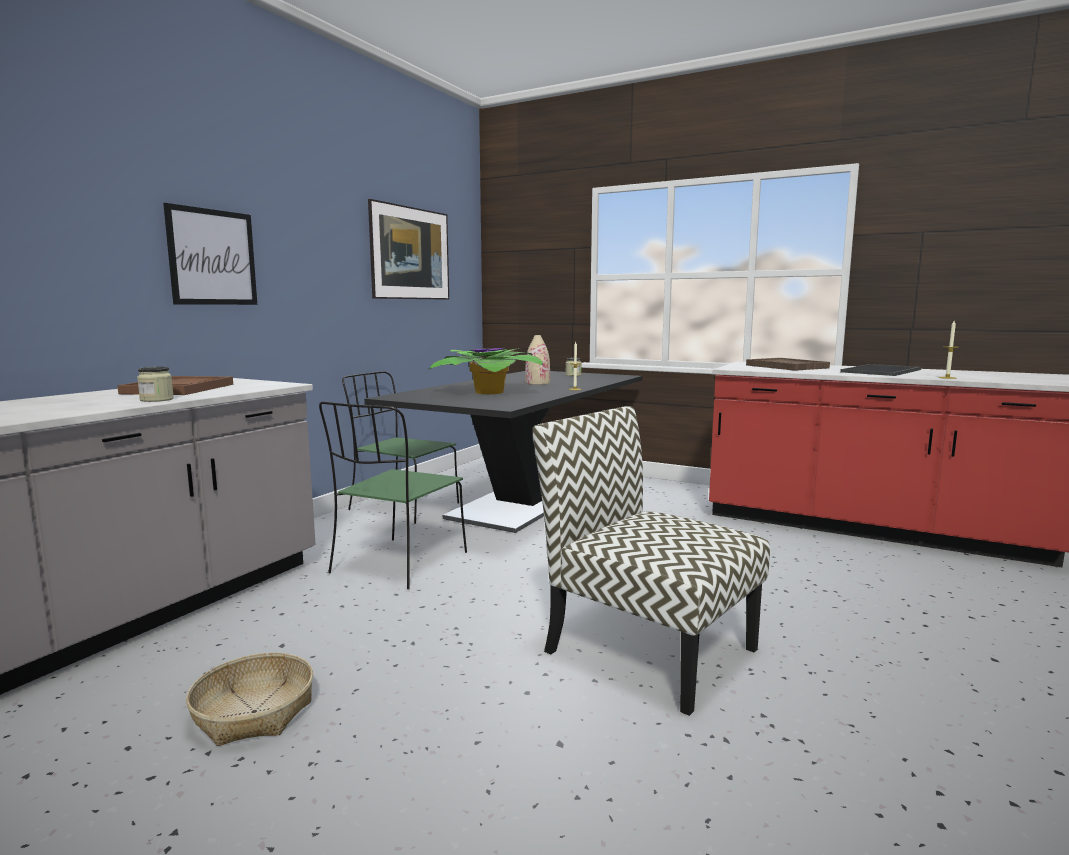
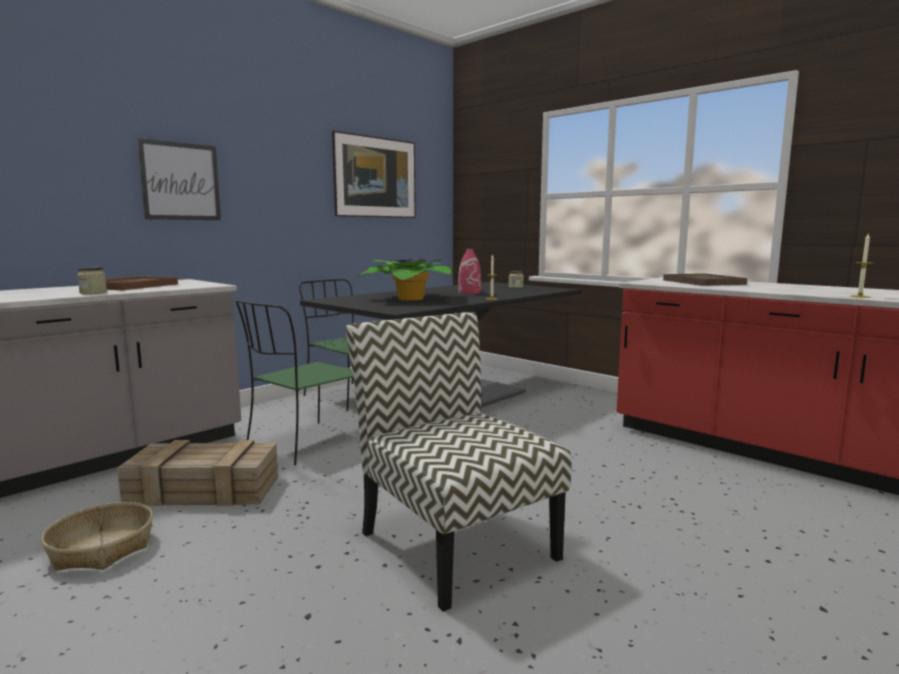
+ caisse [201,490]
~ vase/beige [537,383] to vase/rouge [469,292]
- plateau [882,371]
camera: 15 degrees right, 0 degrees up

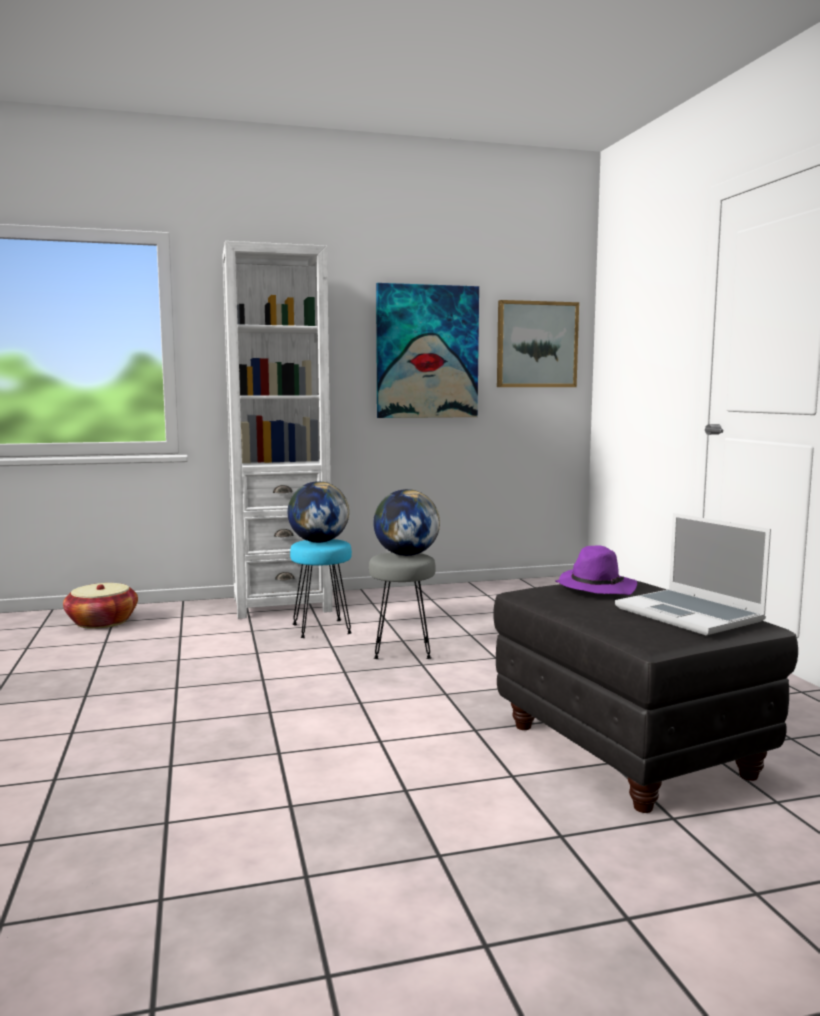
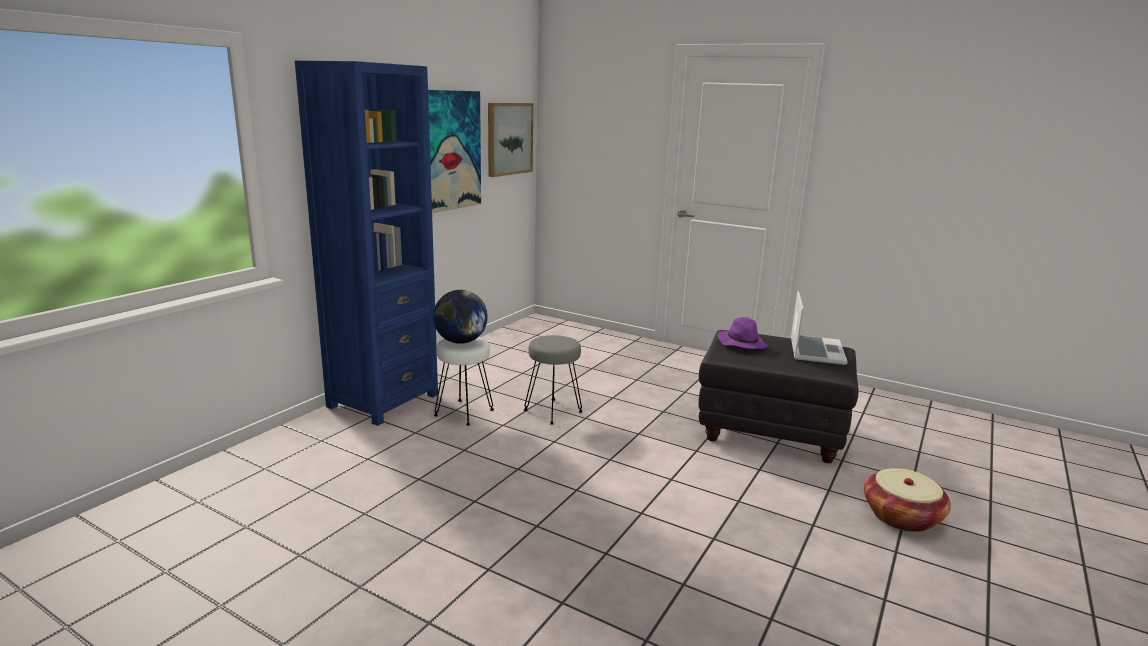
~ bibliothèque/blanc [281,604] to bibliothèque/bleu [383,400]
~ tabouret/turquoise [322,629] to tabouret/blanc [464,412]
~ ordinateur portable [691,615] = [815,351] 90 degrees counterclockwise
~ panier [102,622] to [901,517]
- globe [406,555]
camera: 45 degrees left, 10 degrees up

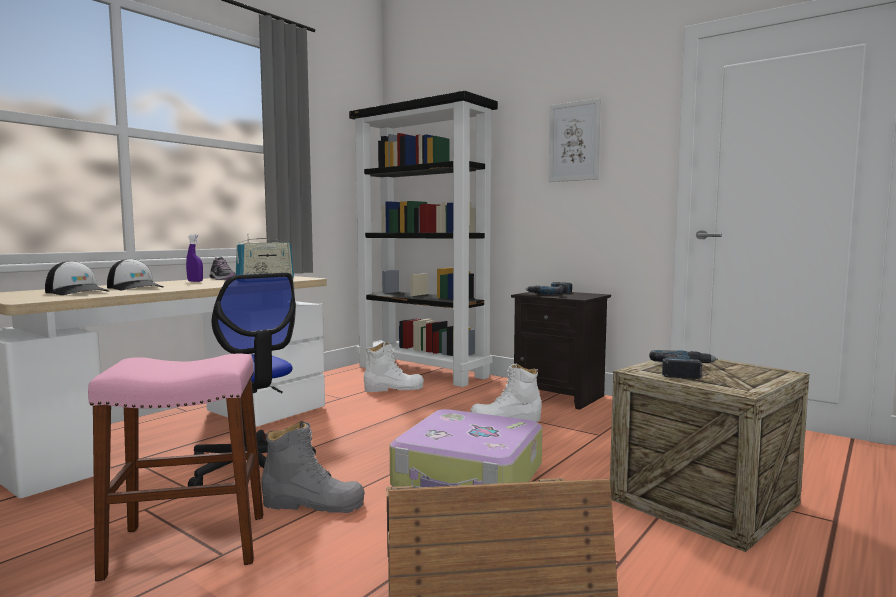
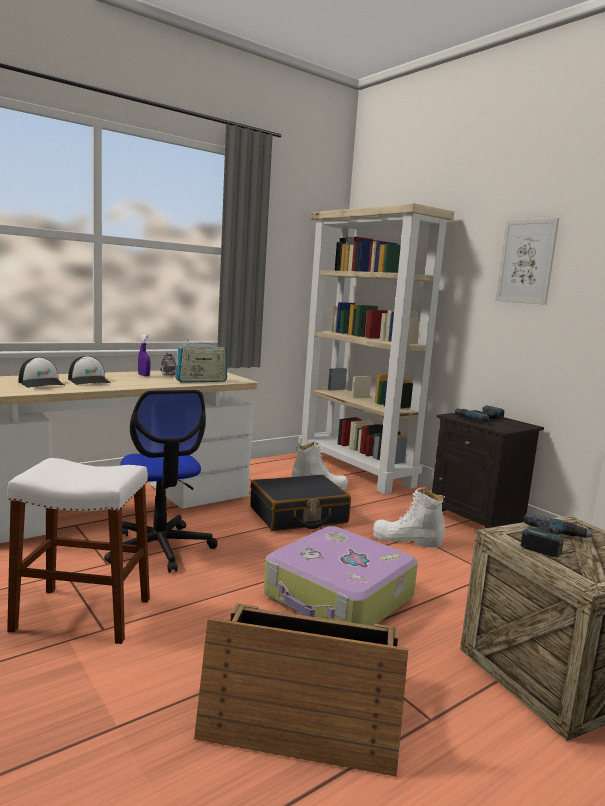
~ tabouret/rose [188,545] to tabouret/blanc [83,614]
+ valise/noir [298,515]
~ bibliothèque/noir [423,372] to bibliothèque/beige [356,471]
- botte/gris [313,504]
camera: 15 degrees right, 5 degrees up

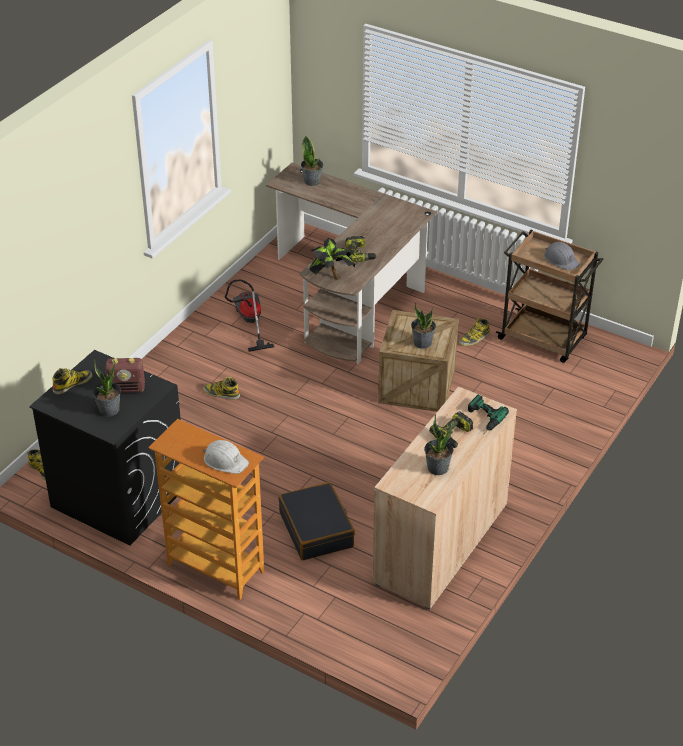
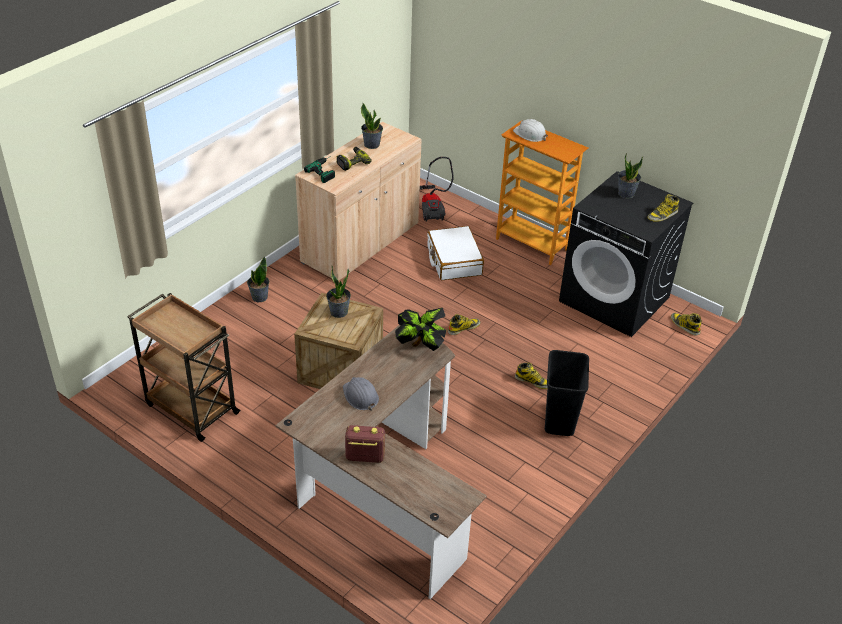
~ plante en pot [312,181] to [259,297]
~ casque de chantier/gris [561,259] to [360,396]
~ radio [127,388] to [364,457]
~ aspirateur [248,322] to [432,207]
~ valise/noir [317,530] to valise/blanc [453,261]
~ botte [474,339] to [463,328]
+ poubelle/noir [560,421]
- perceuse [360,254]
camera: 175 degrees left, 0 degrees up

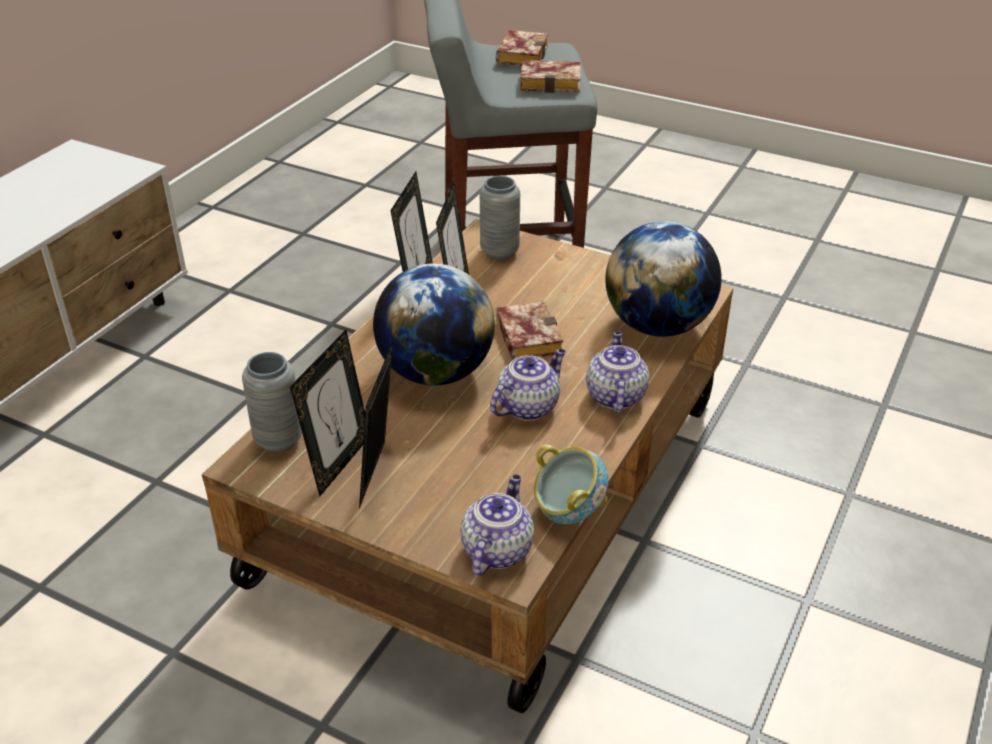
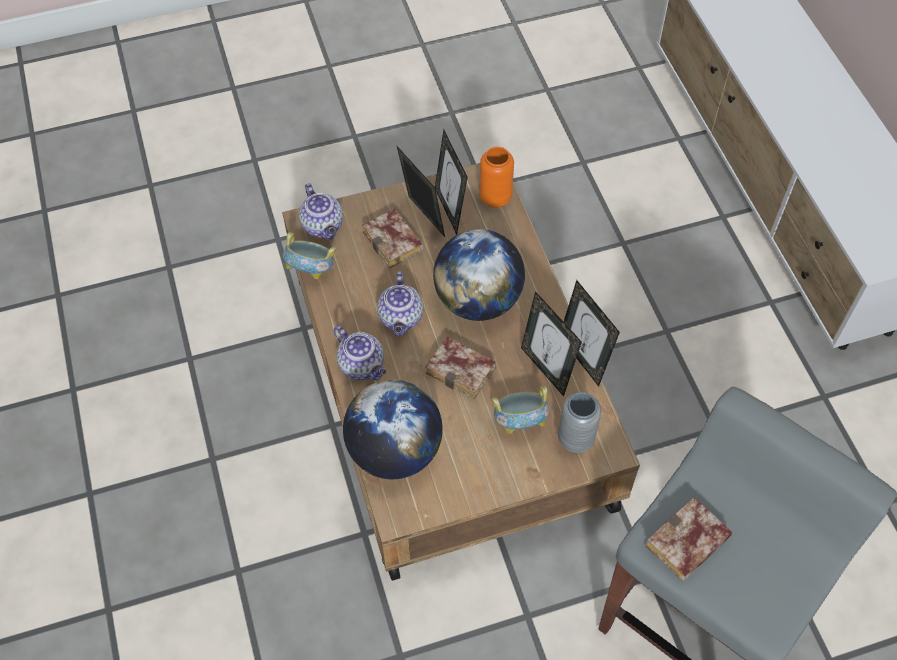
~ livre [520,54] to [395,242]
~ vase/gris [278,440] to vase/orange [495,198]
+ bol [520,421]
camera: 135 degrees right, 20 degrees up

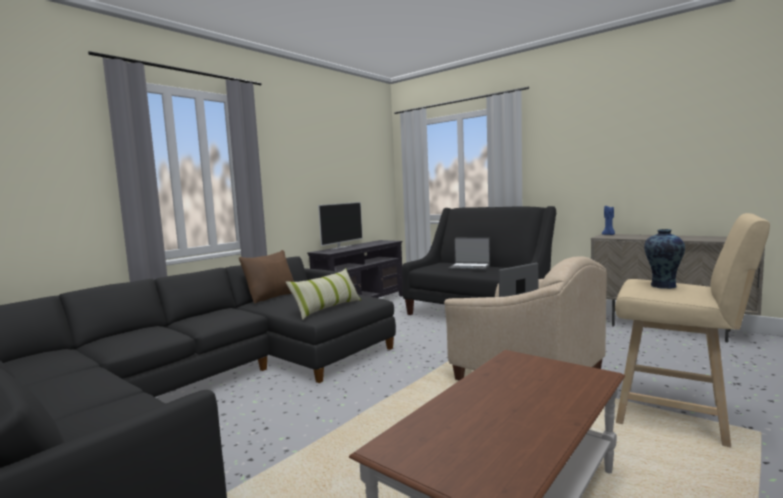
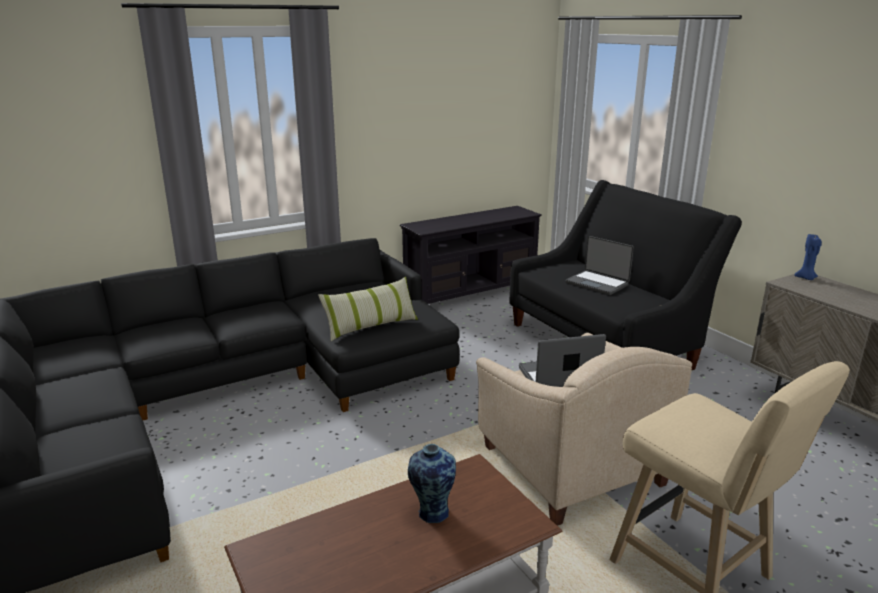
~ vase [662,286] to [432,513]
- coussin/marron [272,297]
- téléviseur [341,247]
camera: 20 degrees right, 15 degrees up

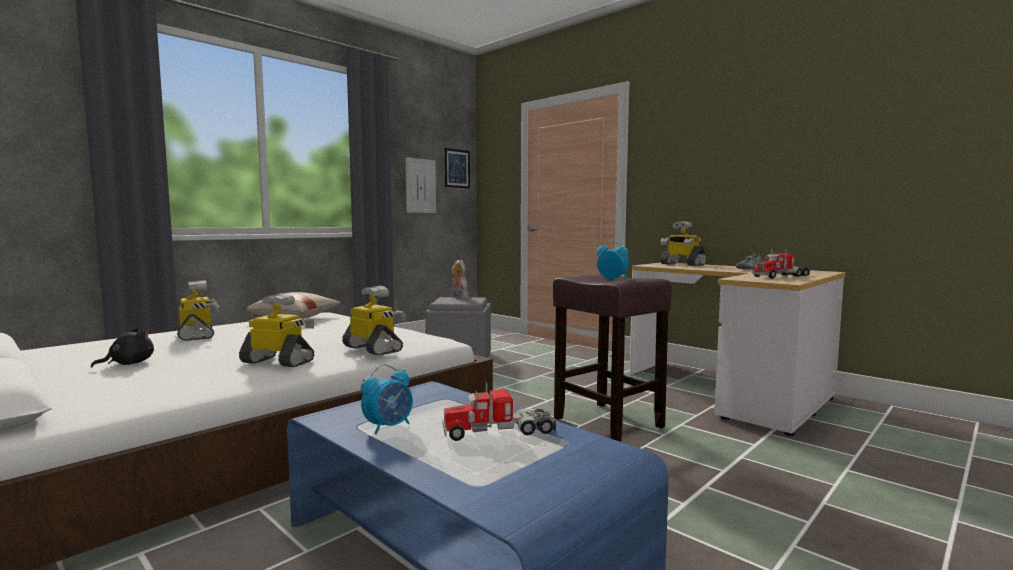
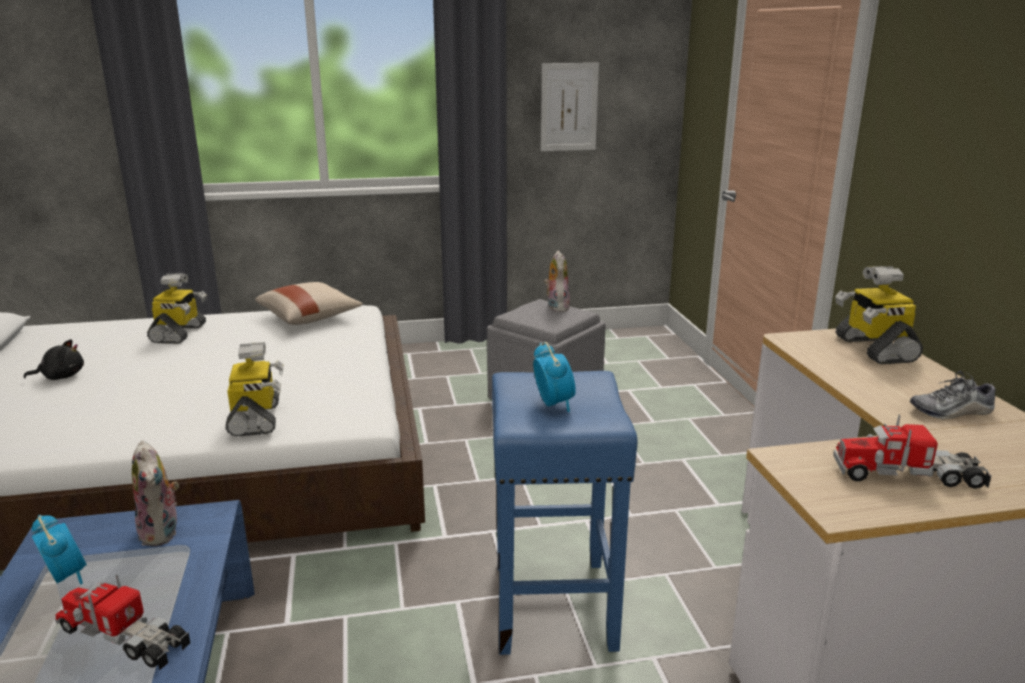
~ réveil [389,427] = [66,576] 120 degrees counterclockwise
+ peluche [162,533]
~ tabouret/marron [606,422] to tabouret/bleu [552,603]
- robot jouet [279,361]
- tableau [457,168]
camera: 35 degrees right, 15 degrees up

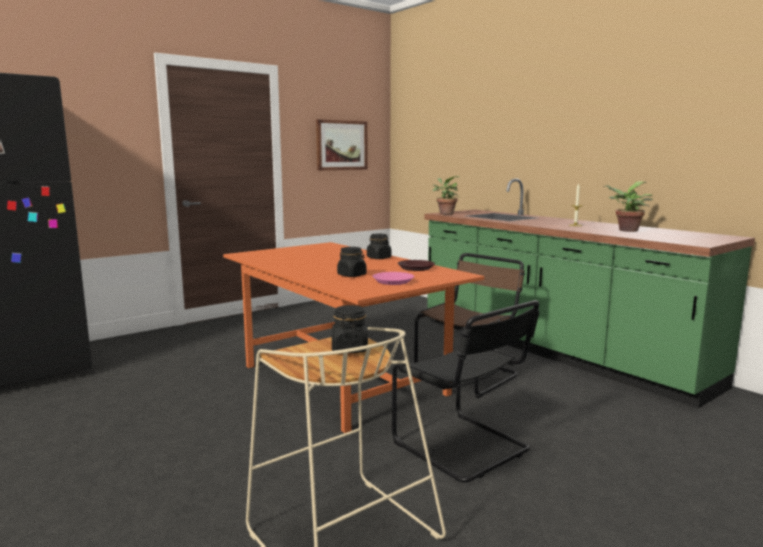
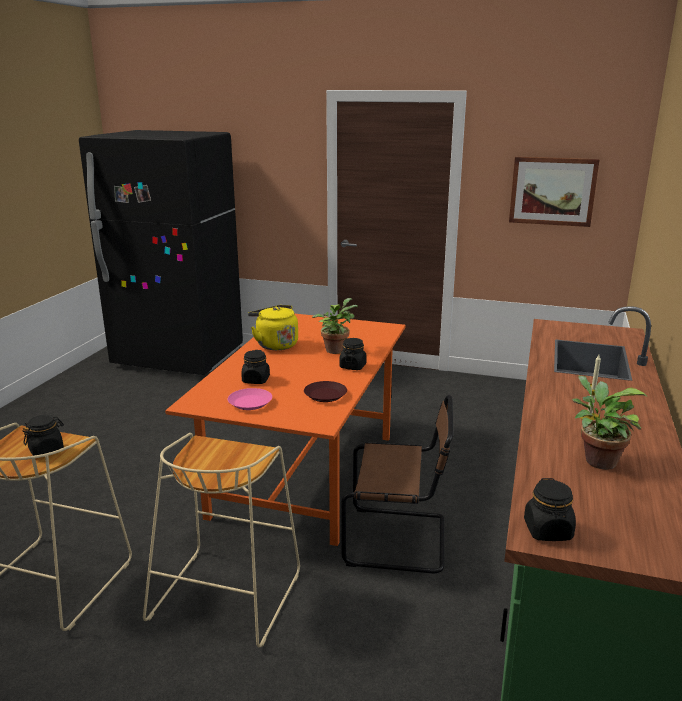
~ chaise/noir [465,448] to tabouret/beige [226,594]
+ bouilloire/jaune [275,344]
~ plante en pot [445,213] to [335,349]
+ bocal/noir [548,530]
camera: 55 degrees right, 10 degrees up

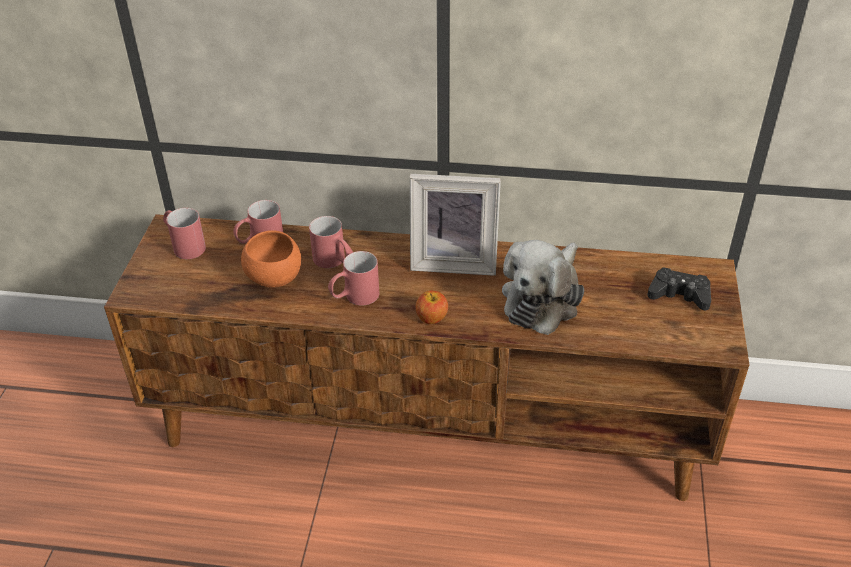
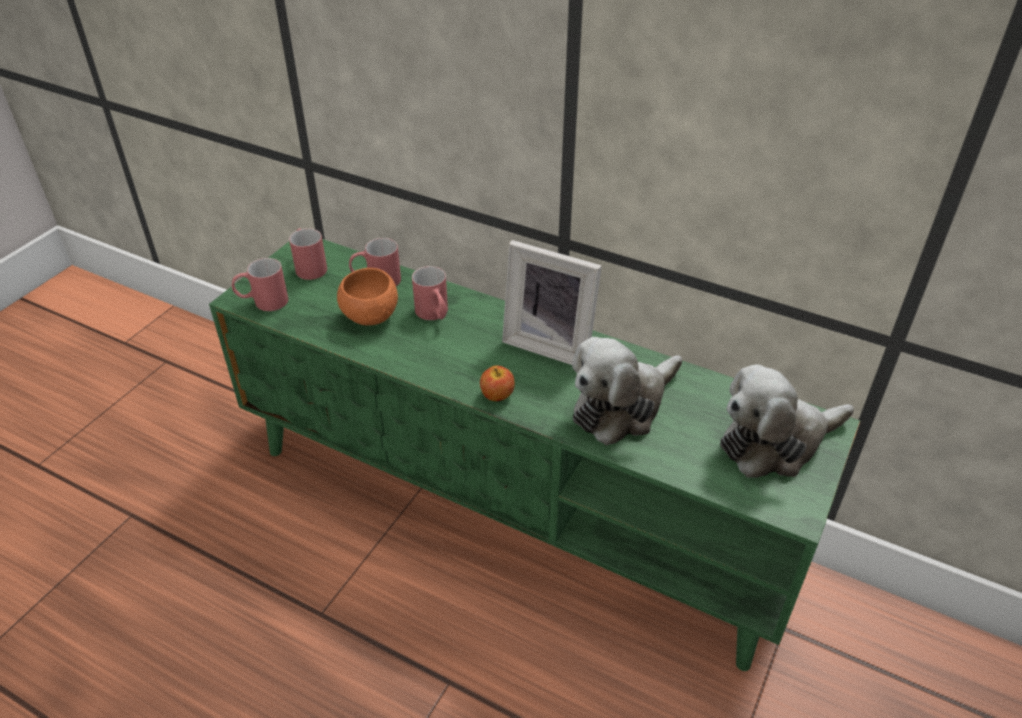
~ meuble télé/marron [430,425] to meuble télé/vert [514,507]
~ mug/rouge [354,297] to [262,302]
~ manette/noir [679,295] to peluche [775,443]
camera: 20 degrees right, 0 degrees up

